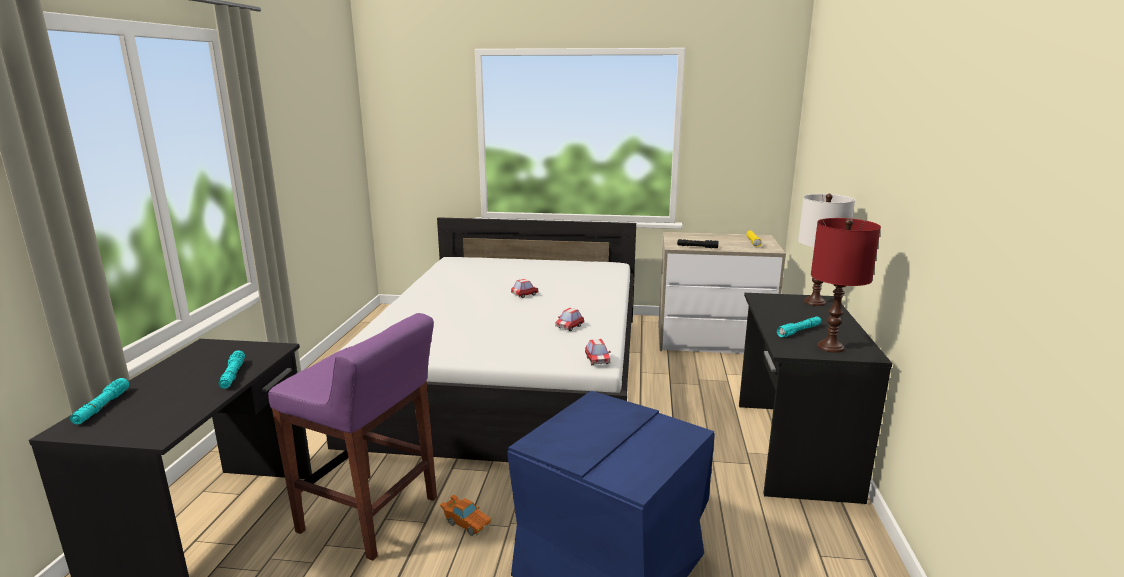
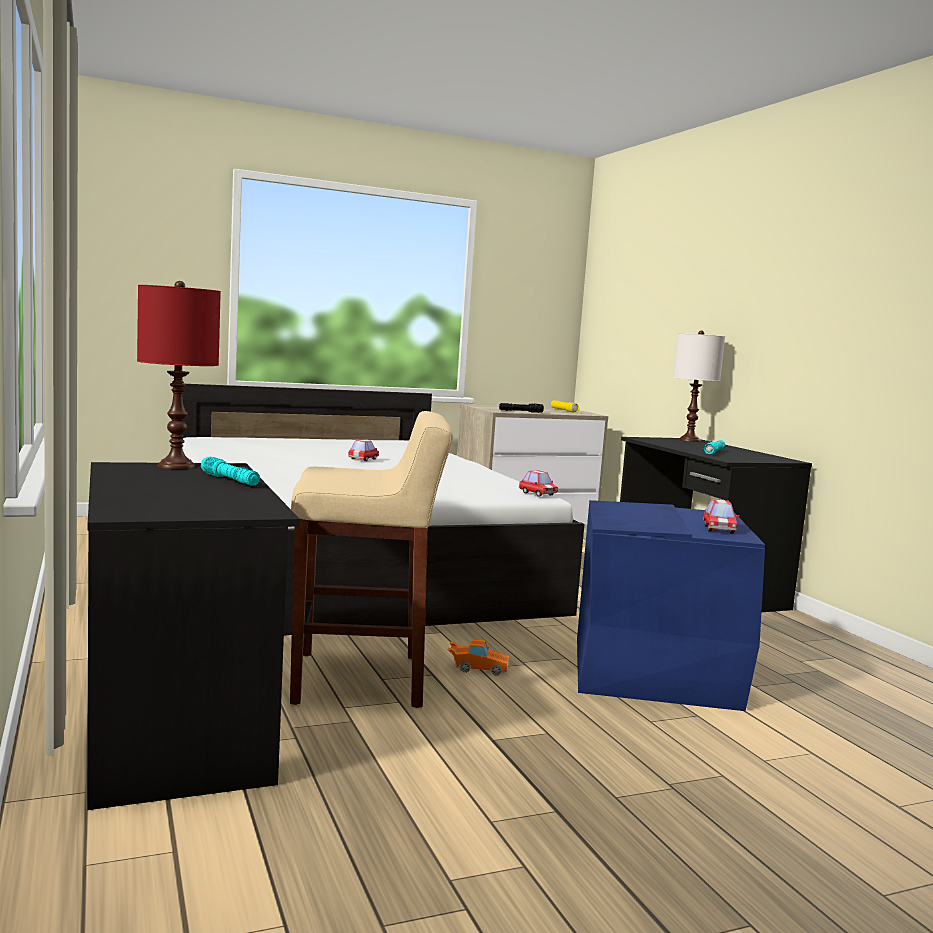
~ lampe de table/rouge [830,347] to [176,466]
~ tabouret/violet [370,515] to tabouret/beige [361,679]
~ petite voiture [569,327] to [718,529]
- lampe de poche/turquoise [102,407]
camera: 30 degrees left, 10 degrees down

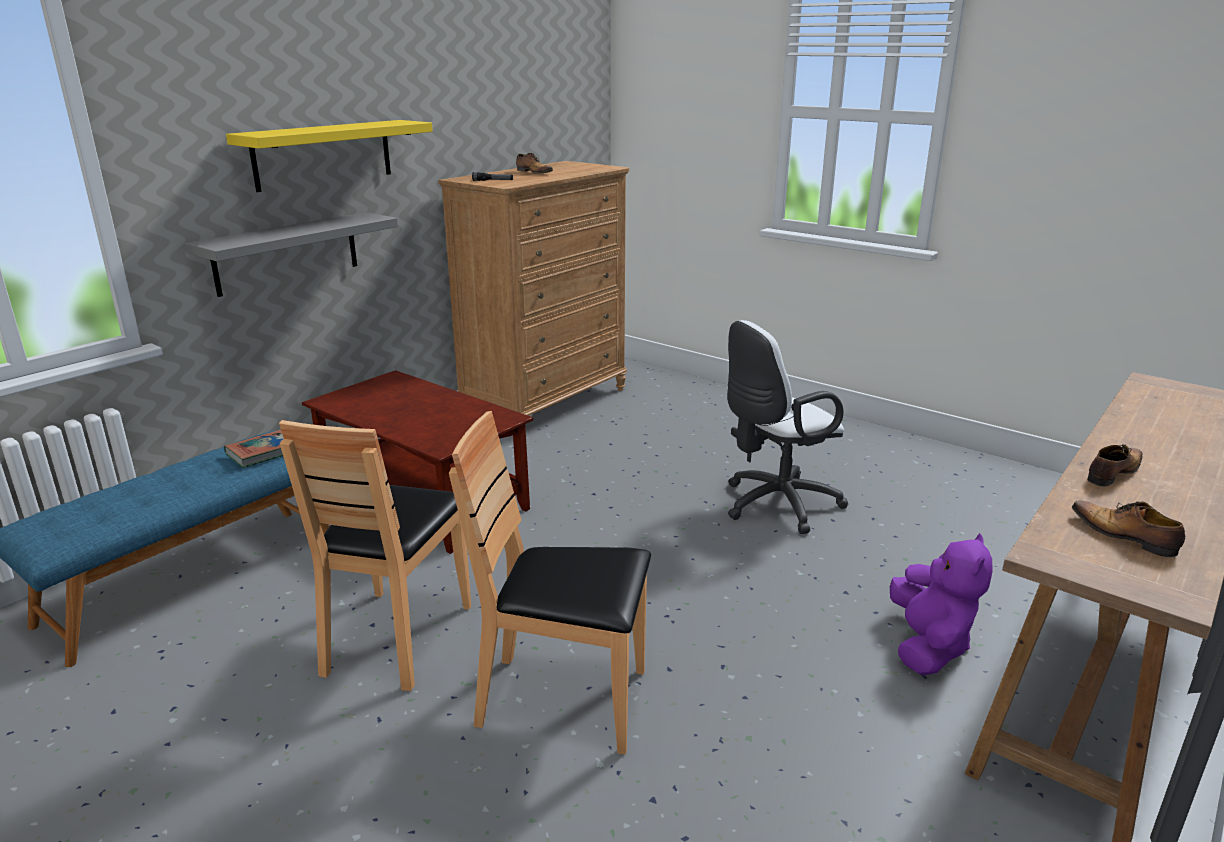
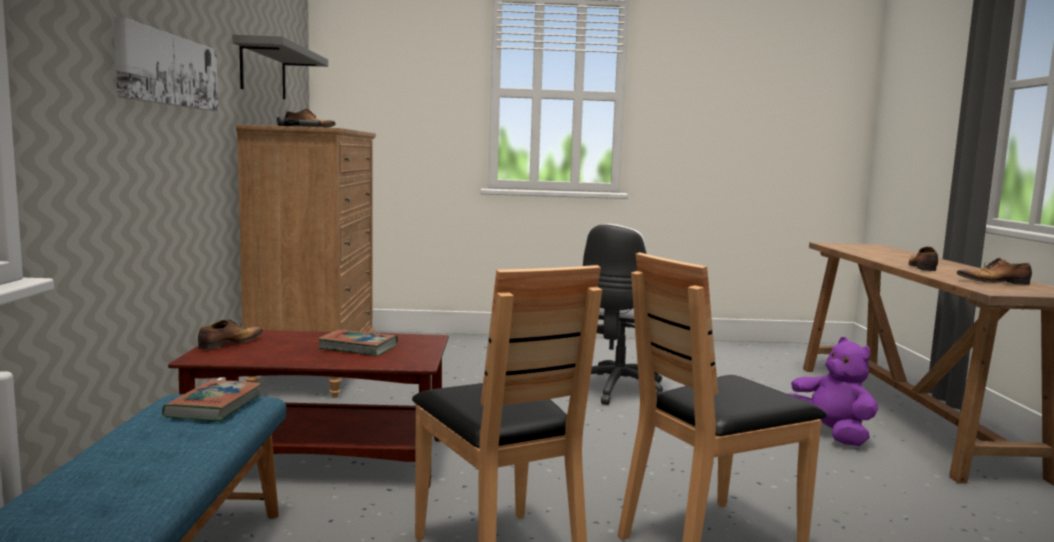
~ étagère/jaune [323,154] to tableau [168,70]
+ chaussure [229,344]
~ étagère/gris [287,253] to [263,71]
+ livre [358,347]
camera: 40 degrees left, 15 degrees down

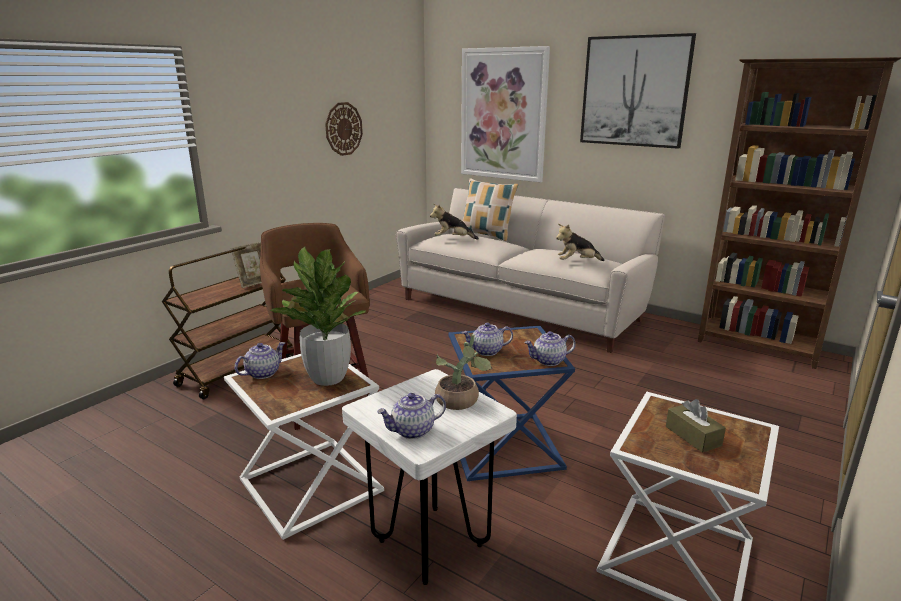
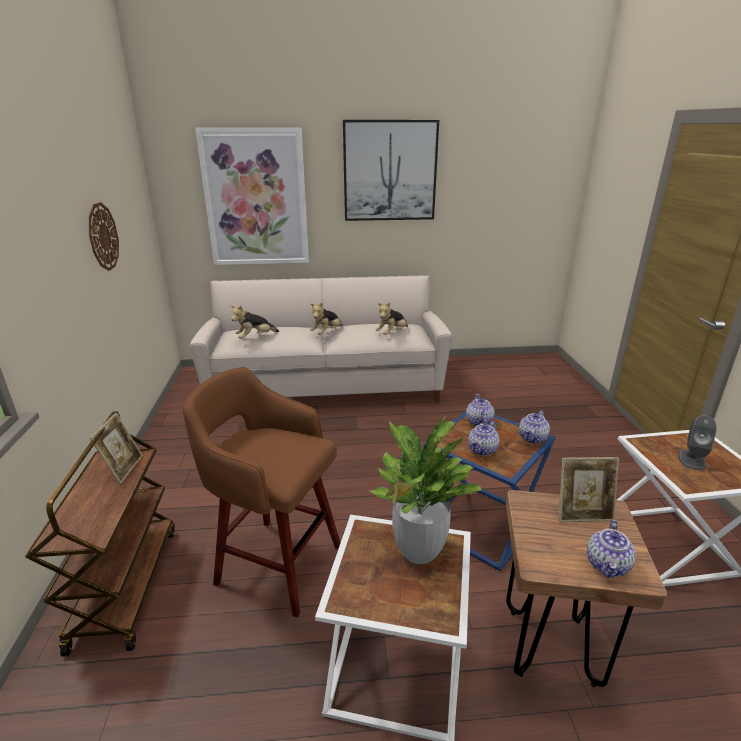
+ peluche [327,333]
~ théière [263,373] to [478,422]
~ tabouret/blanc [430,543] to tabouret/marron [551,647]
~ plante en pot [460,402] to cadre photo [582,514]
~ boîte à mouchoirs/marron [693,436] to enceinte/gris [691,459]
- coussin [486,235]
- bibliothèque/marron [758,347]
camera: 40 degrees left, 5 degrees up

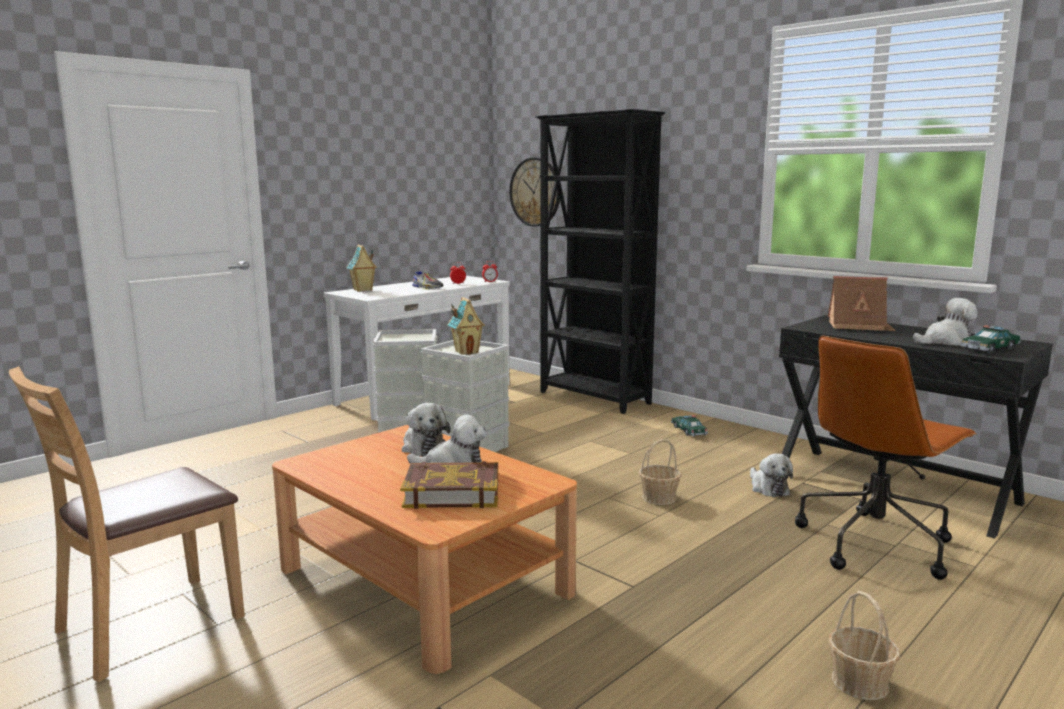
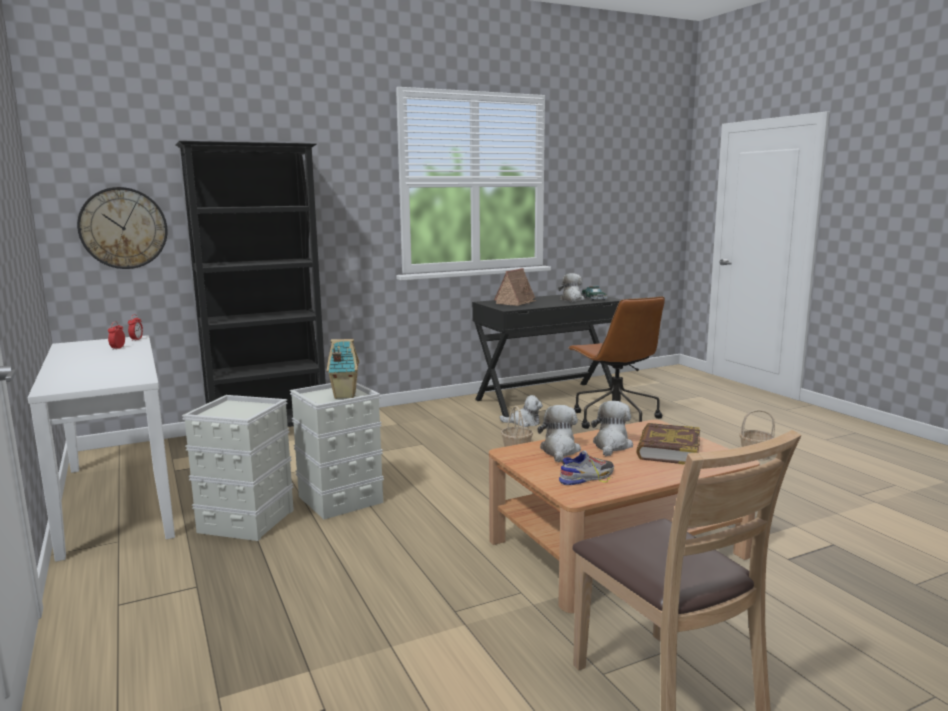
~ peluche [423,447] = [559,451] 75 degrees counterclockwise
~ chaussure [427,287] to [587,477]
- maison miniature [362,290]
- petite voiture [688,431]
camera: 70 degrees left, 0 degrees up

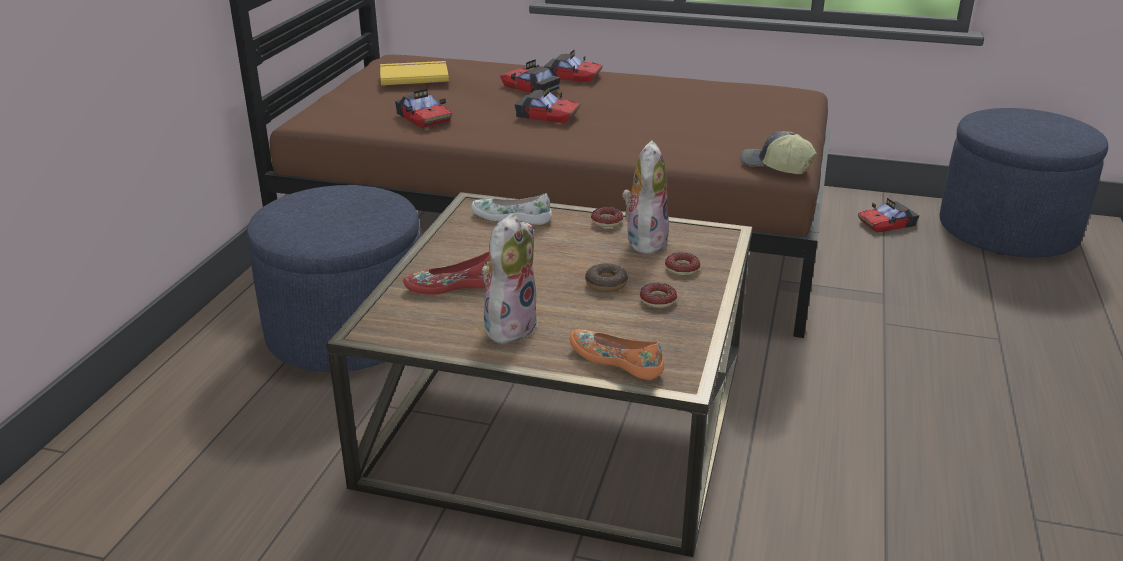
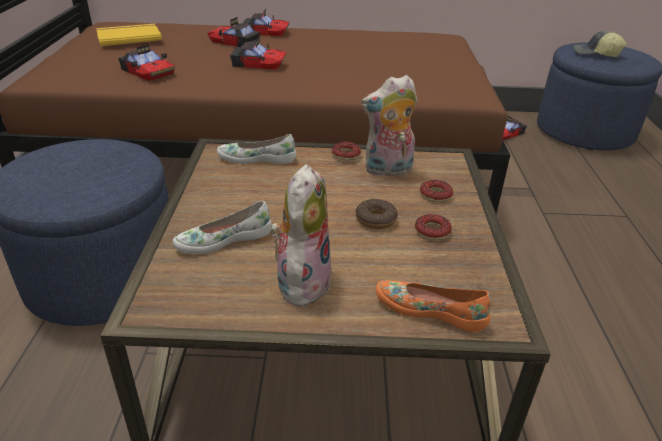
~ chaussure/rouge [452,285] to chaussure/blanc [224,239]
~ peluche [644,240] = [388,170] 105 degrees counterclockwise
~ casquette [775,166] to [595,54]
camera: 15 degrees left, 5 degrees up

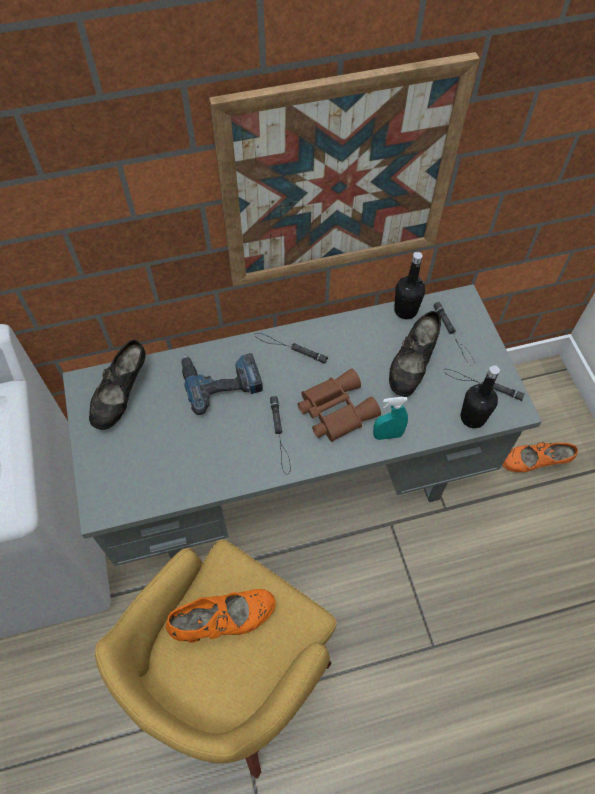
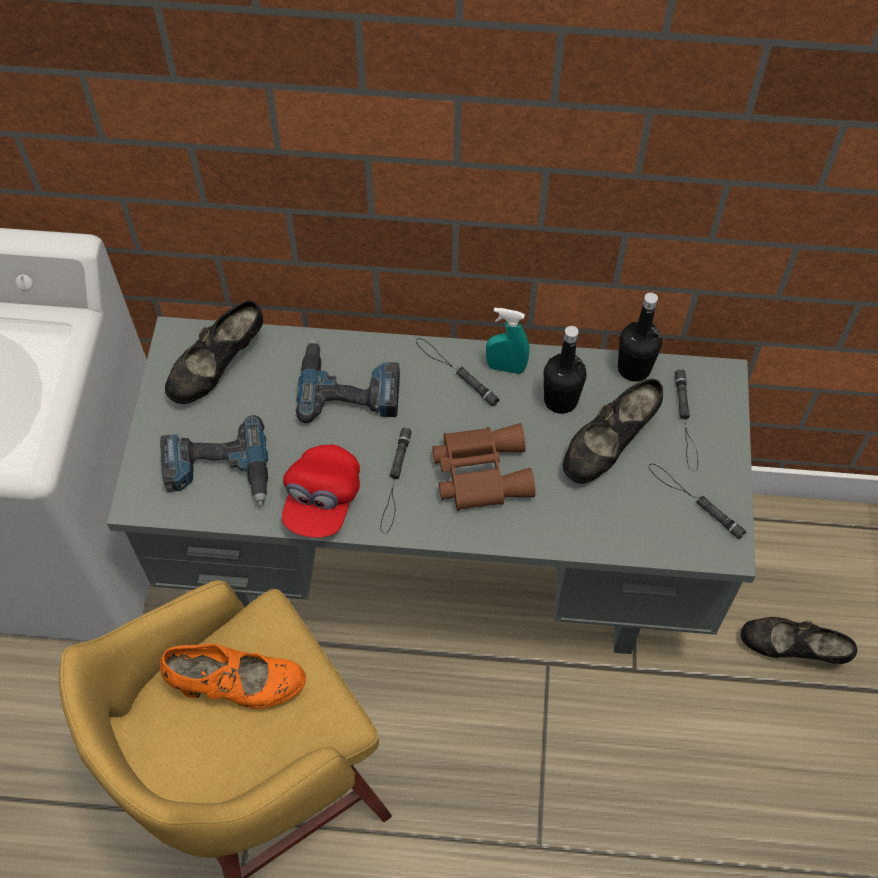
+ perceuse [218,472]
+ casquette/rouge [322,500]
~ vaporisateur/turquoise [387,435] to [506,367]
~ bouteille/noir [472,417] to [560,400]
~ chaussure/orange [533,463] to chaussure/noir [791,649]
- tableau [338,180]
camera: 20 degrees right, 0 degrees up

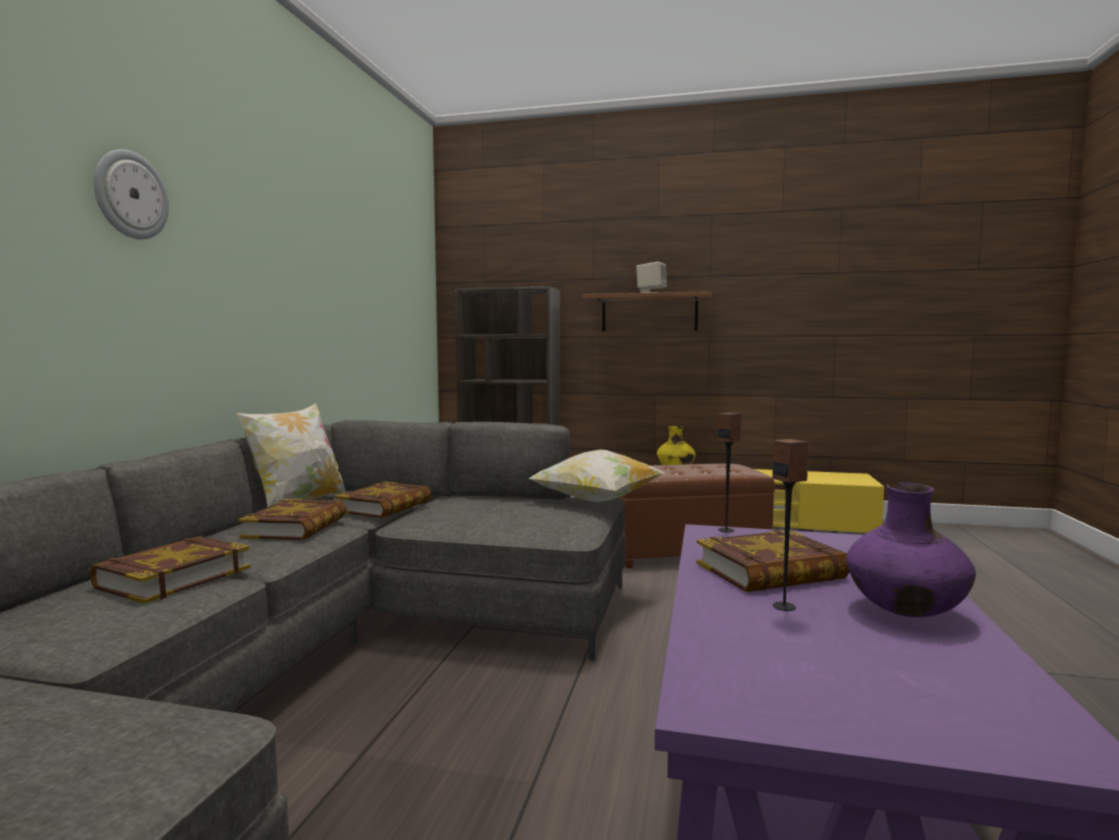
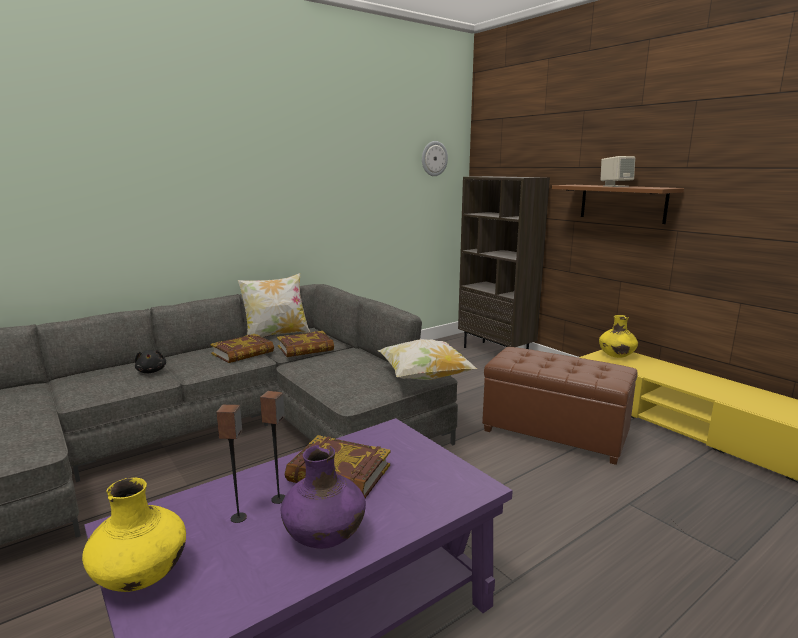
+ vase/jaune [141,576]
~ livre [173,577] to peluche/noir [151,371]
~ enceinte [726,530] to [239,518]
~ horloge murale [130,195] to [434,158]
camera: 40 degrees right, 10 degrees up

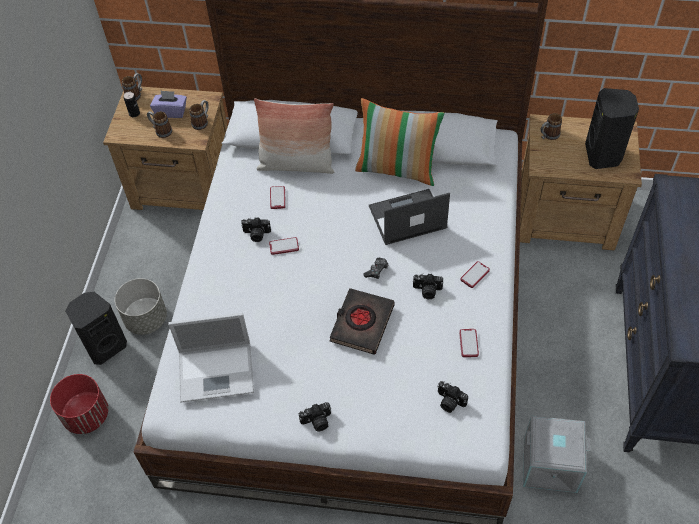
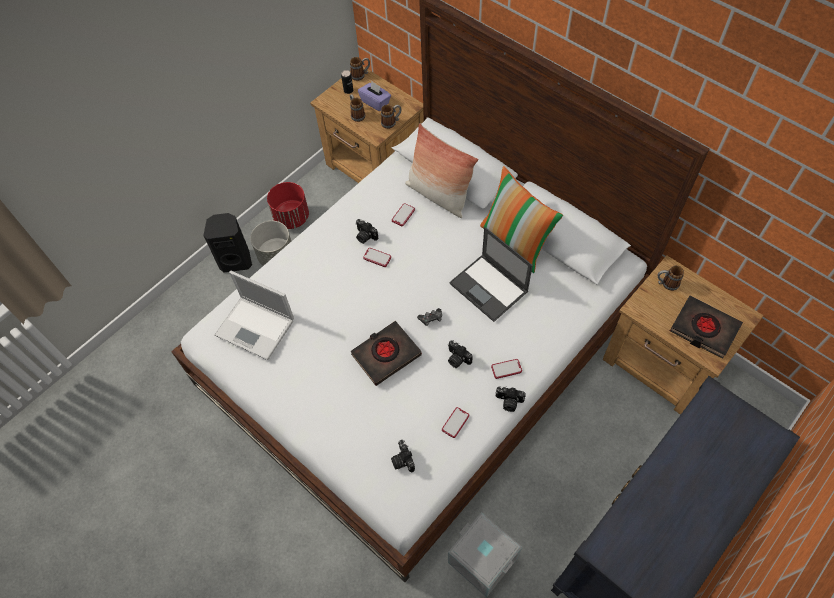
~ cache-pot/rouge [87,415] to [292,217]
~ ordinateur portable [406,217] = [489,288] 150 degrees counterclockwise
~ appareil photo [317,422] to [508,402]
~ enceinte/noir [603,155] to livre/noir [704,329]
camera: 35 degrees right, 5 degrees up

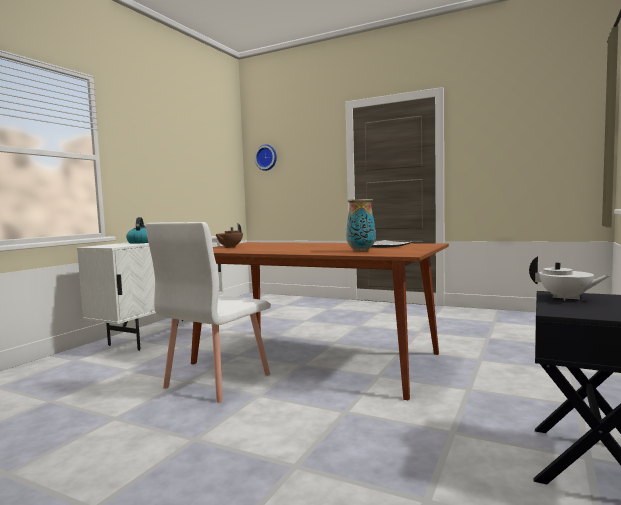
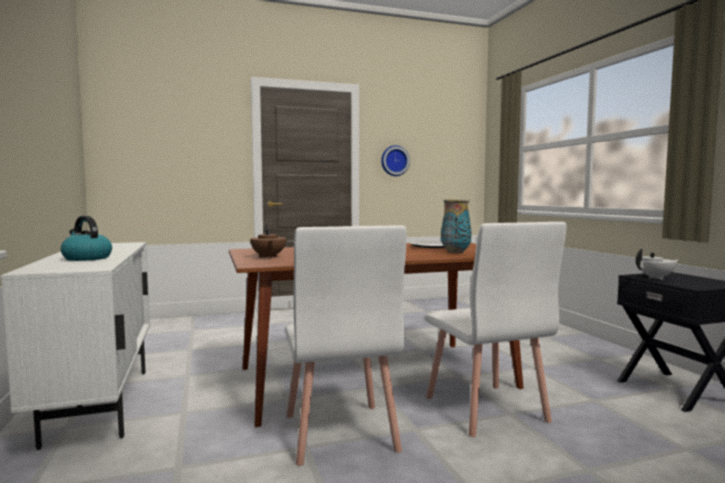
~ horloge murale [266,157] to [394,161]
+ chaise/blanc [485,409]
camera: 45 degrees left, 0 degrees up

